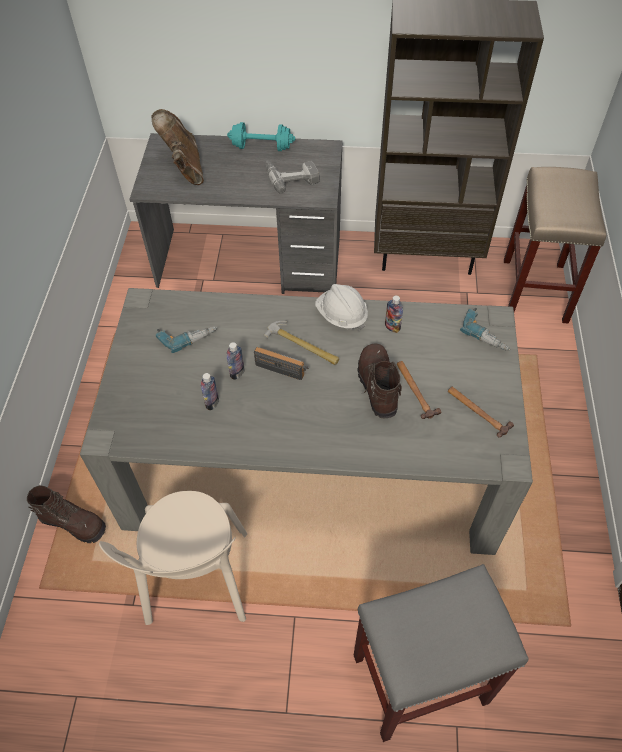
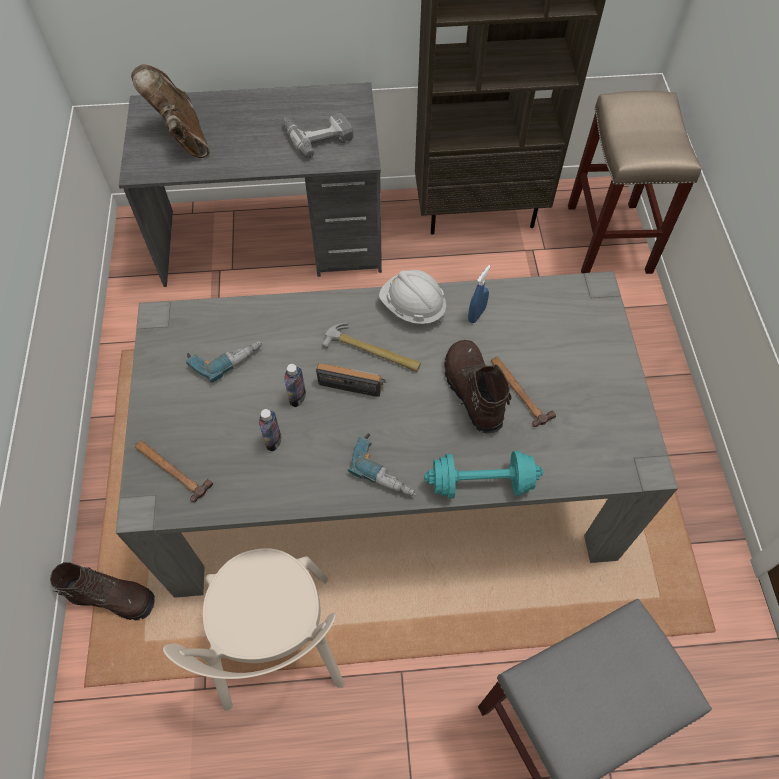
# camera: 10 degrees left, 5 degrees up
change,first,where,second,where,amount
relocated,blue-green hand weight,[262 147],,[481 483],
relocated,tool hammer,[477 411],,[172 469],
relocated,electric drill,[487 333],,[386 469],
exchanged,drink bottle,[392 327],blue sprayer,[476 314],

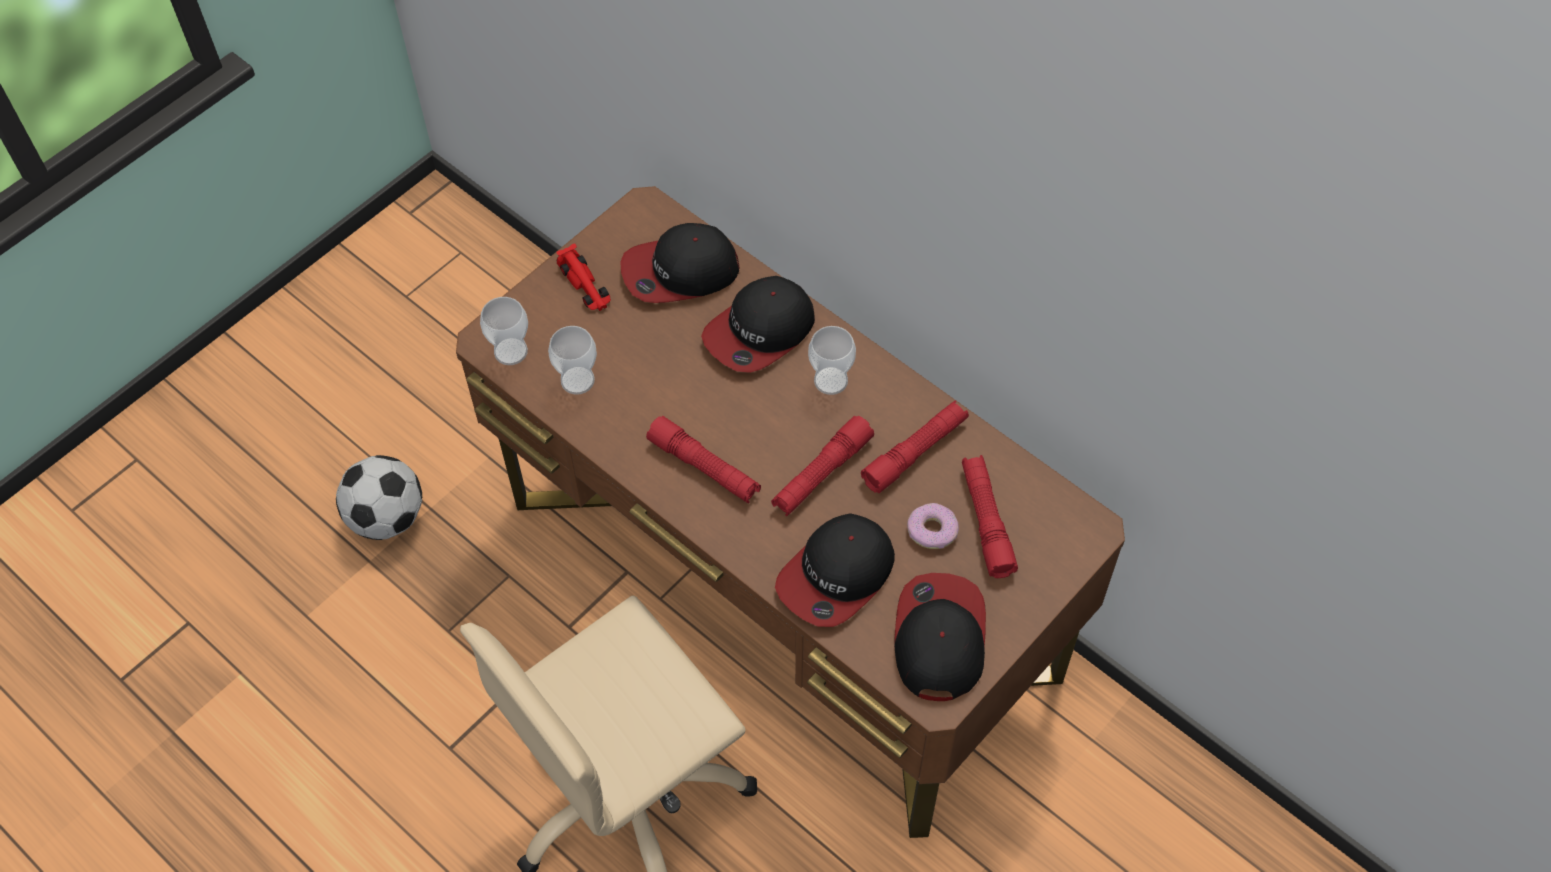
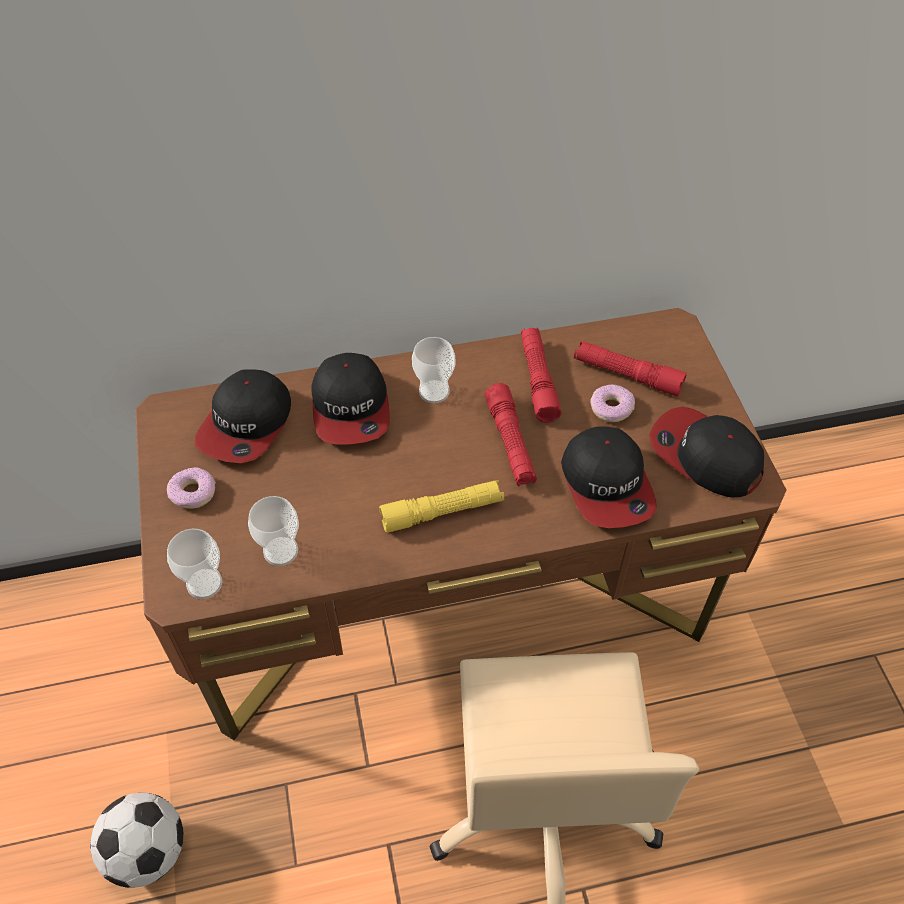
# camera: 55 degrees left, 5 degrees down
change,first,where,second,where,amount
exchanged,red-coloured toy car,[585 285],ring doughnut,[193 492],
colour,red-coloured hand torch,[704 467],yellow hand torch,[442 512],

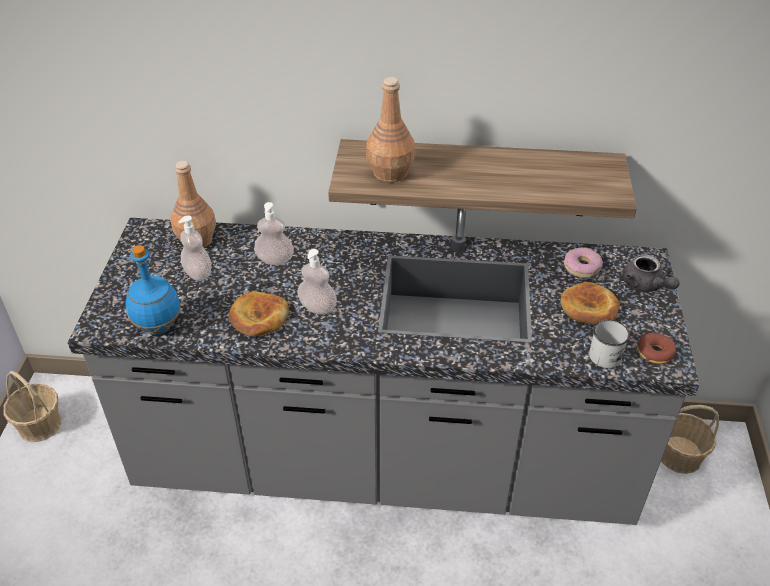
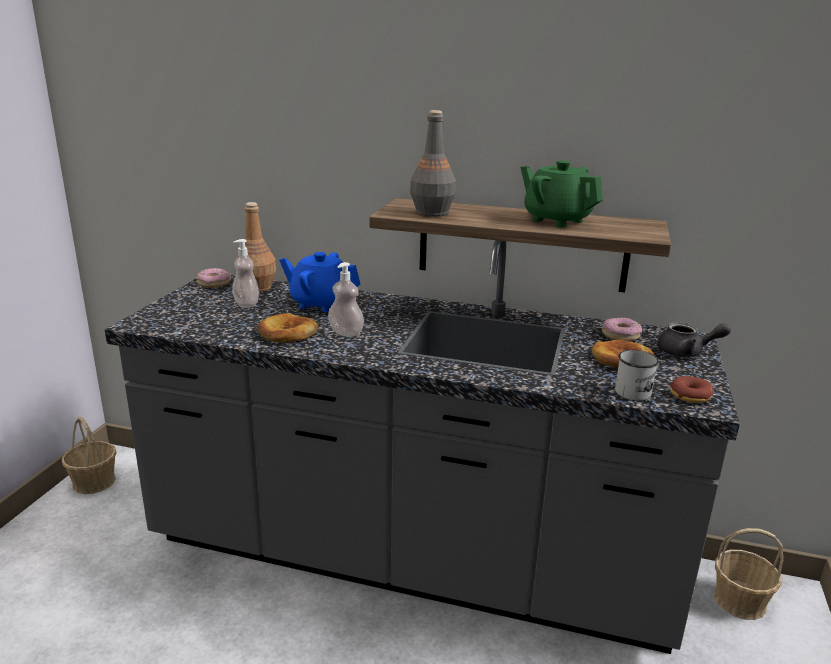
# camera: 10 degrees right, 20 degrees down
change,first,where,second,where,amount
missing,blue drink bottle,[158 327],,,
appeared,,,ring doughnut,[214 283],
appeared,,,green-coloured pot for tea,[556 220],
exchanged,soap bottle,[275 260],blue pot for tea,[320 303],
colour,brown-coloured drink bottle,[389 173],grey drink bottle,[431 212],
spun,grey pot for tea,[645 286],,[686 352],60 degrees counterclockwise

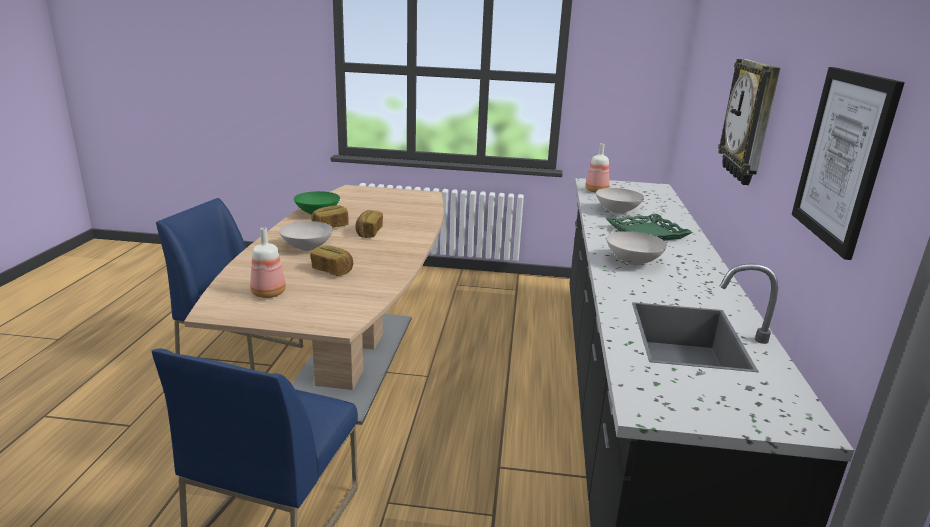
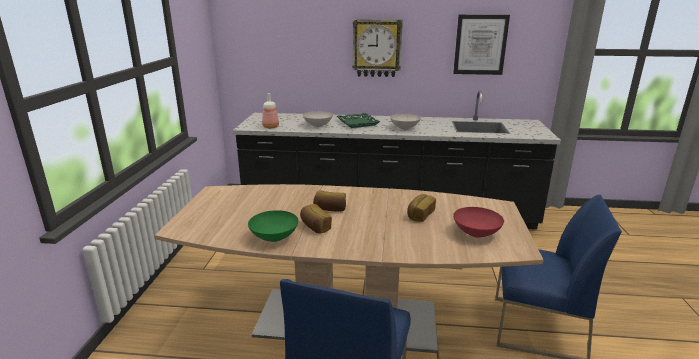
# camera: 90 degrees left, 0 degrees up
change,first,where,second,where,amount
missing,white bowl,[307 248],,,
exchanged,drink bottle,[267 294],red-coloured bowl,[477 234],

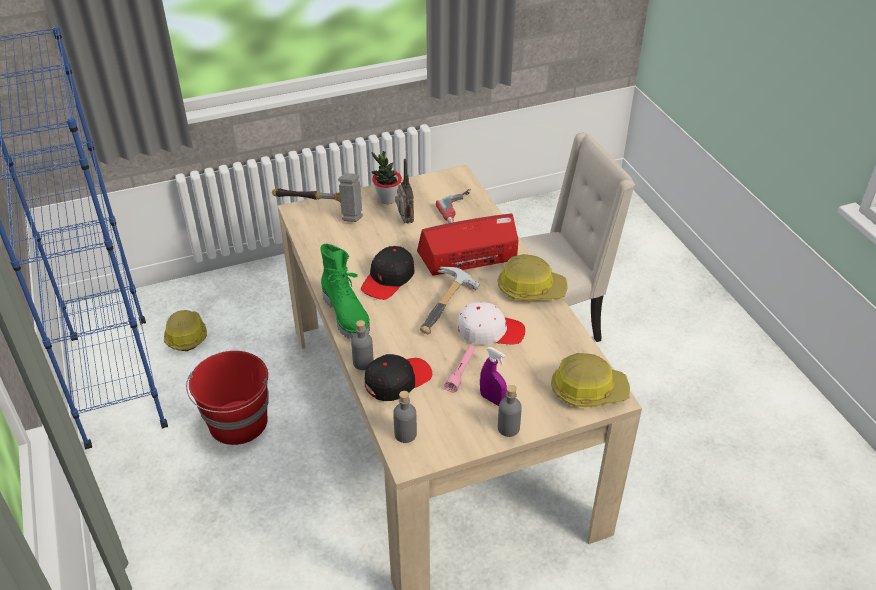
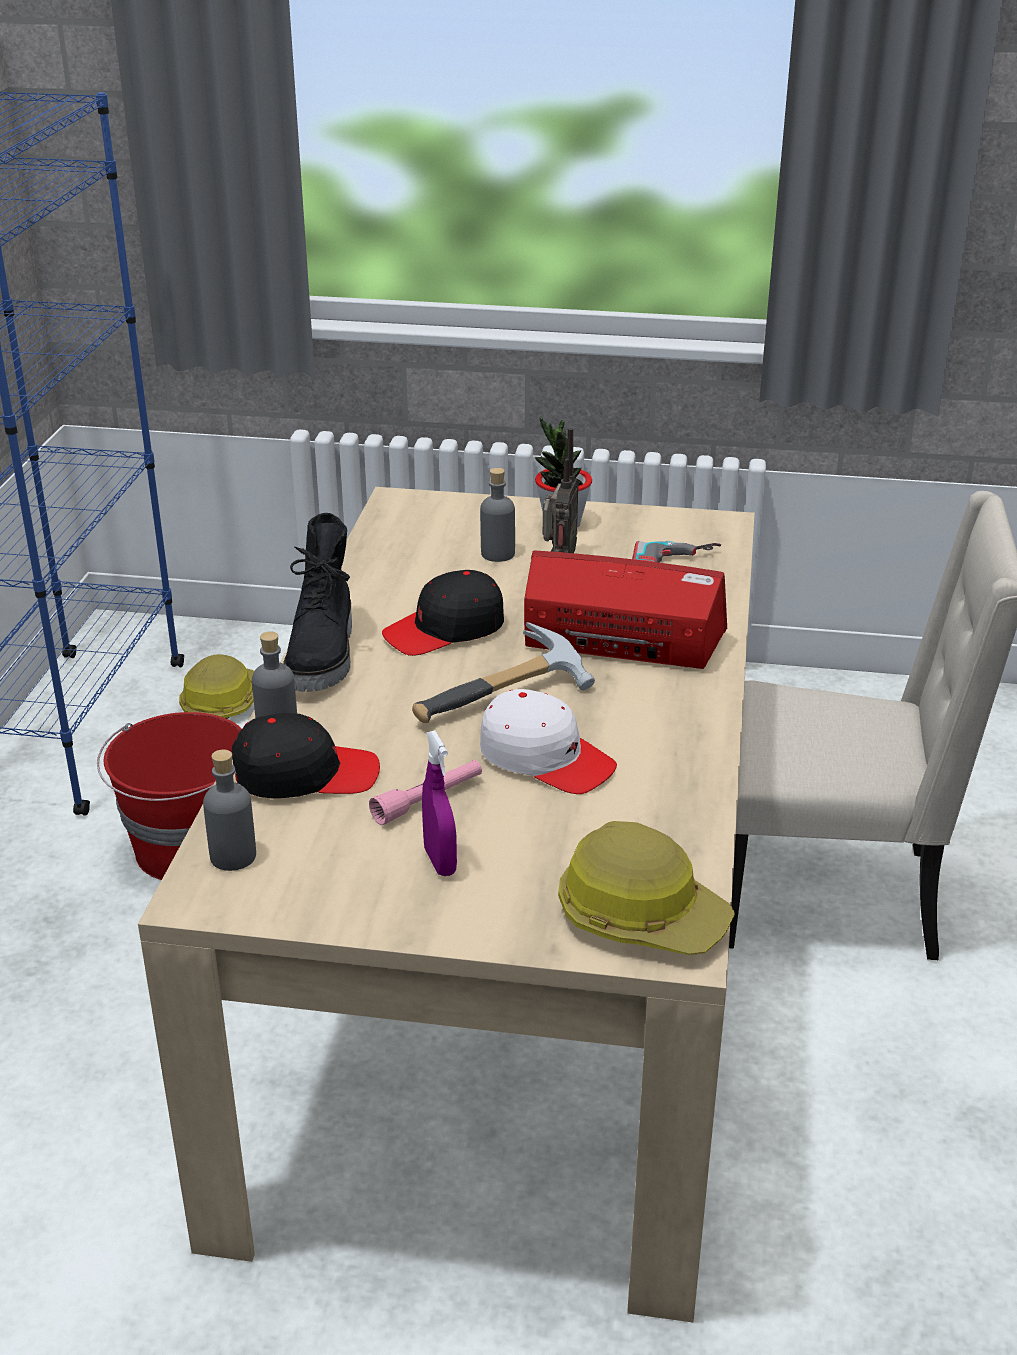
# camera: 30 degrees right, 10 degrees down
change,first,where,second,where,amount
missing,tool hammer,[321 211],,,
missing,work helmet,[531 288],,,
relocated,grey drink bottle,[508 428],,[497 554],
colour,green-coloured high-top boot,[347 315],black-coloured high-top boot,[324 657],

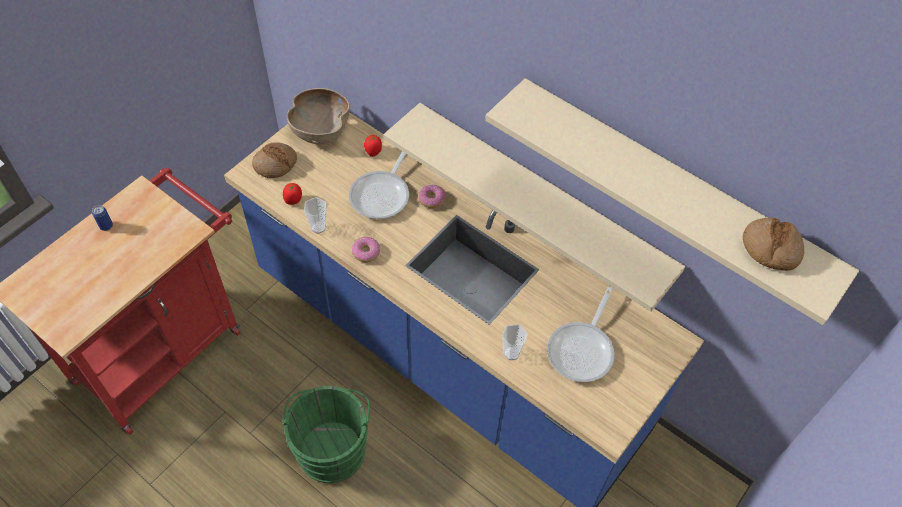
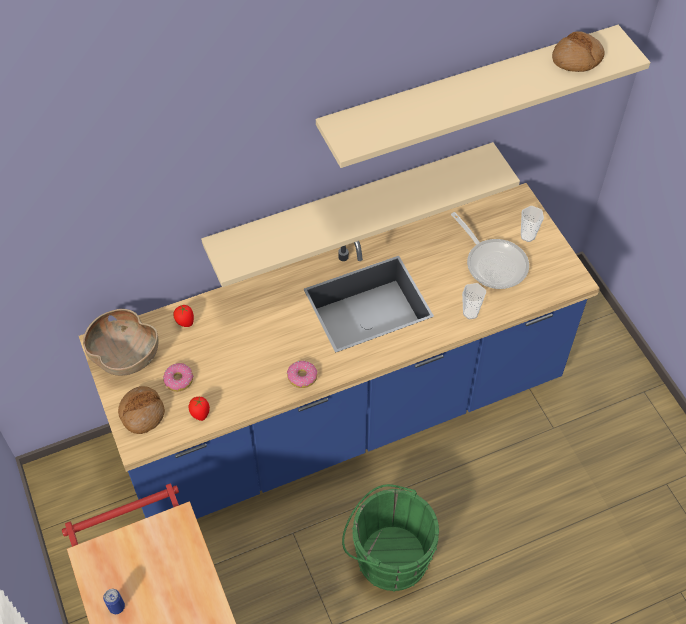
# camera: 60 degrees left, 0 degrees up
change,first,where,second,where,amount
missing,skillet,[383 194],,,
relocated,small cup,[318 227],,[527 236],
relocated,ring doughnut,[432 199],,[178 380],

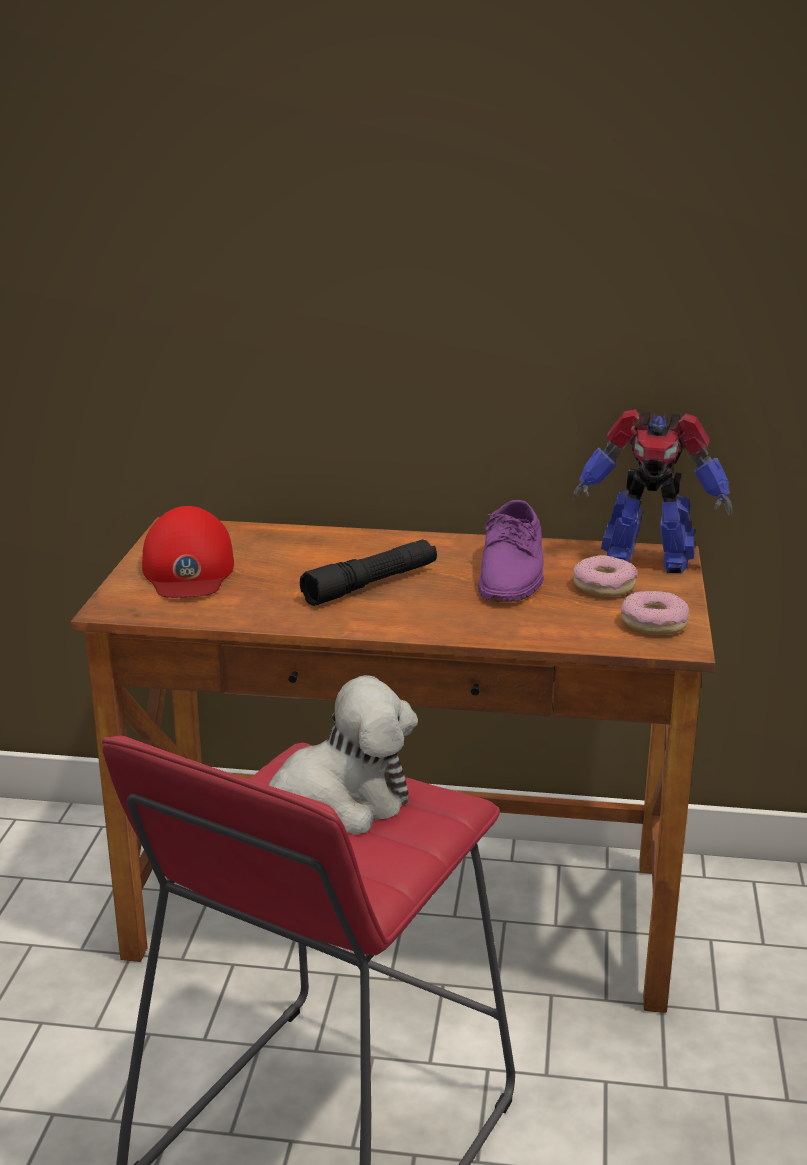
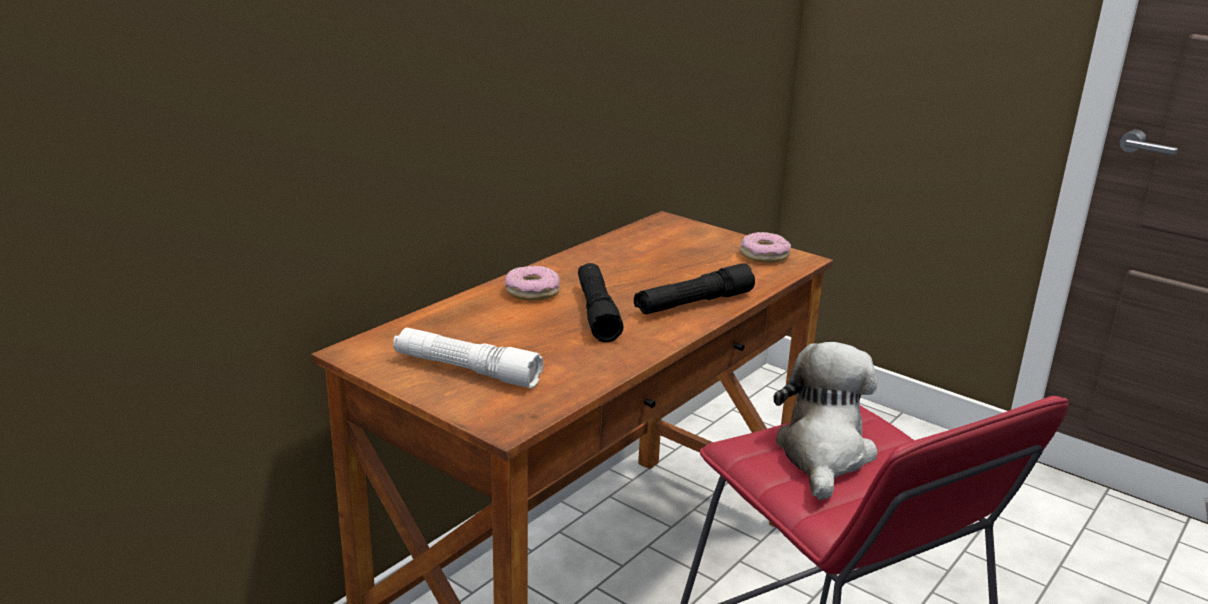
# camera: 60 degrees left, 0 degrees up
change,first,where,second,where,amount
missing,purple-coloured low shoe,[512 572],,,
missing,toy robot,[646 559],,,
appeared,,,black-coloured hand torch,[693 303],
relocated,ring doughnut,[604 586],,[532 291],
exchanged,red-coloured peaked cap,[188 570],white hand torch,[466 370],

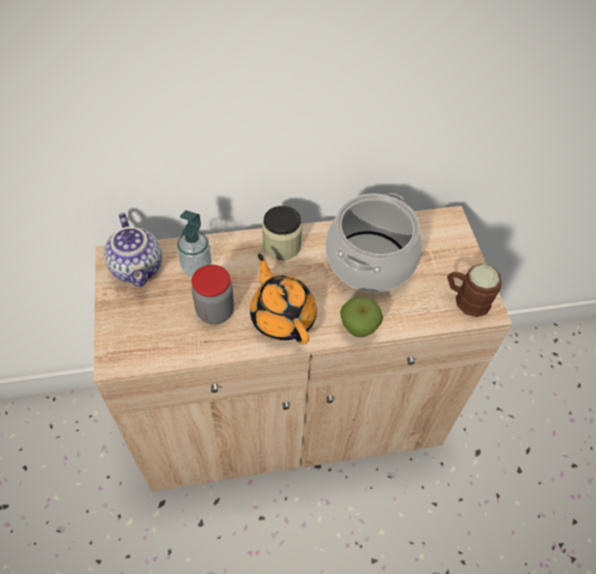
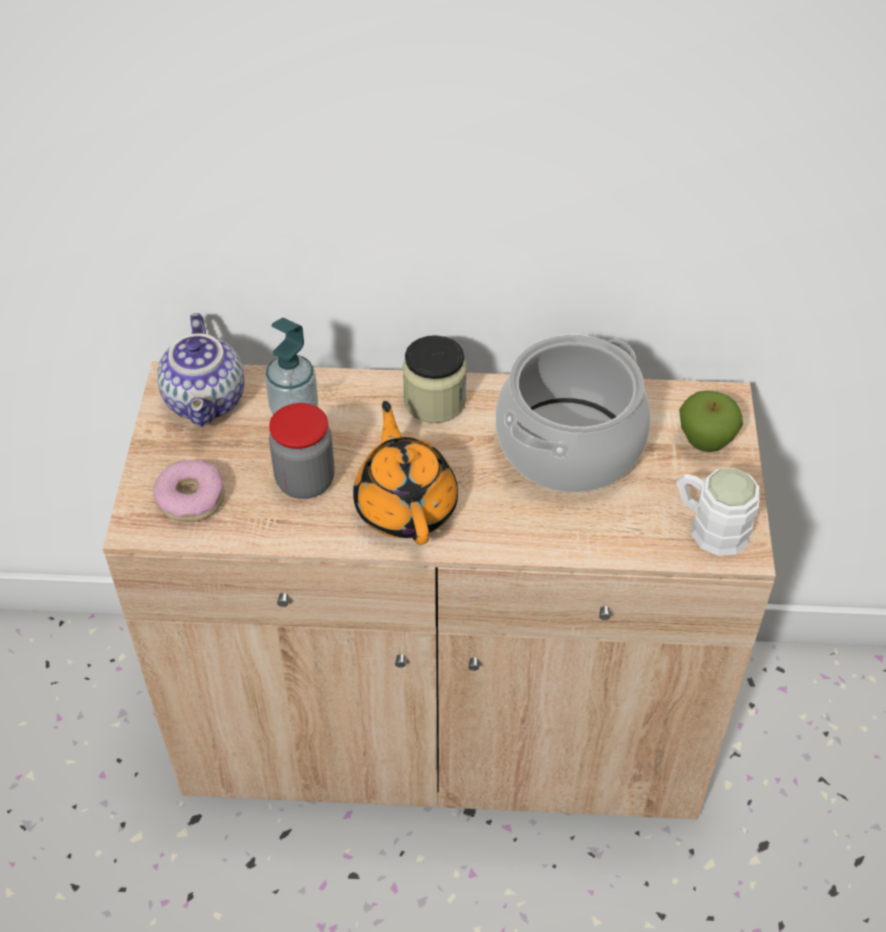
# camera: 15 degrees right, 5 degrees down
change,first,where,second,where,amount
appeared,,,ring doughnut,[191 498],
relocated,apple,[358 328],,[705 441],
colour,brown-coloured coffee mug,[466 299],white coffee mug,[709 527],

